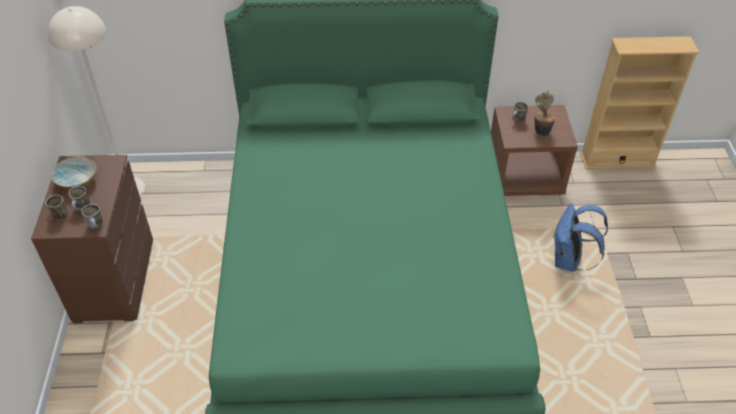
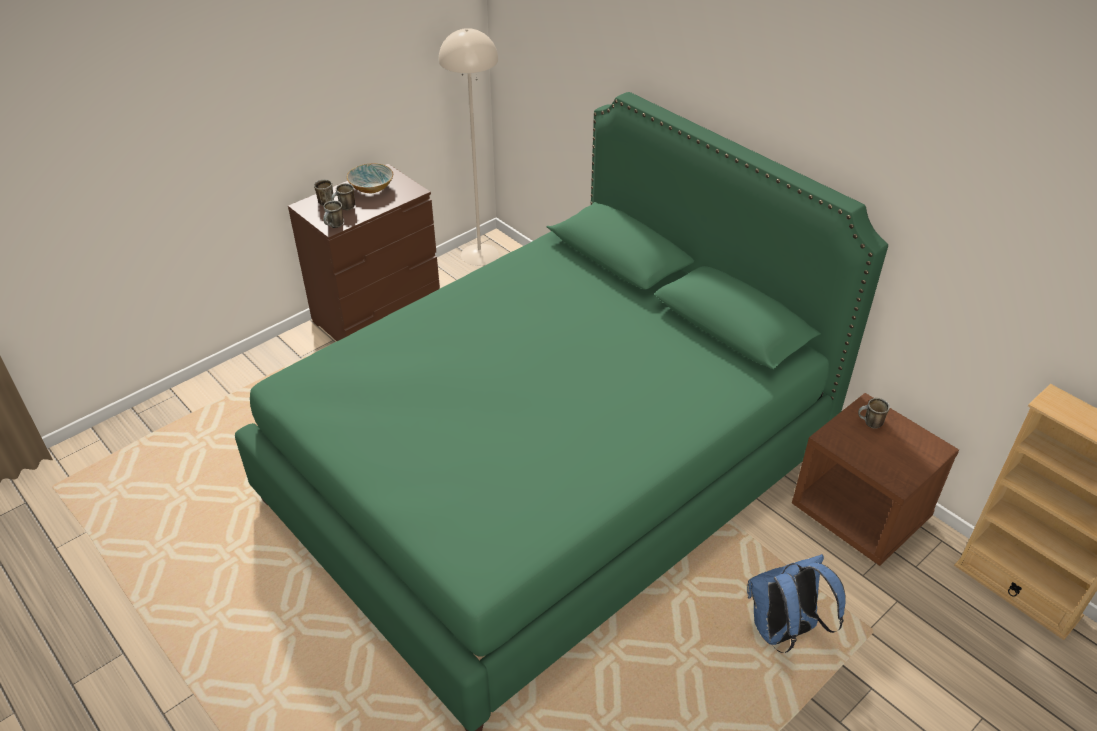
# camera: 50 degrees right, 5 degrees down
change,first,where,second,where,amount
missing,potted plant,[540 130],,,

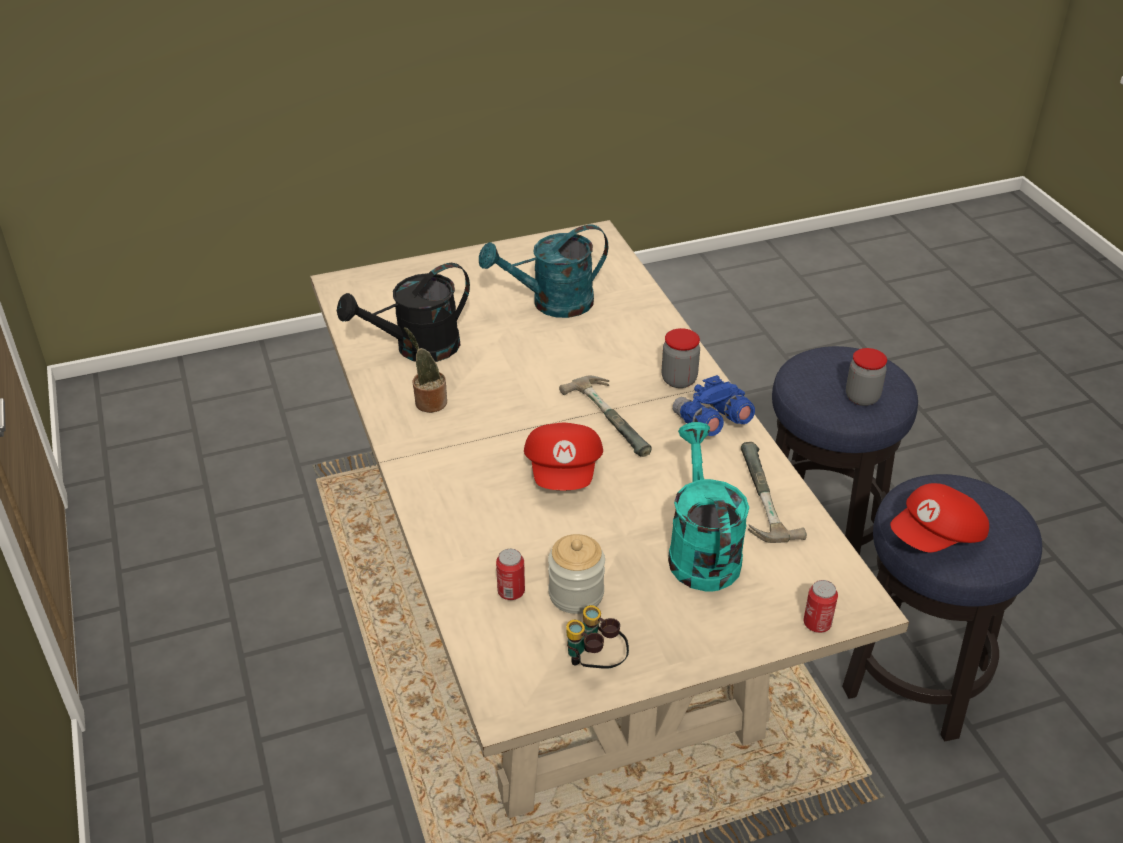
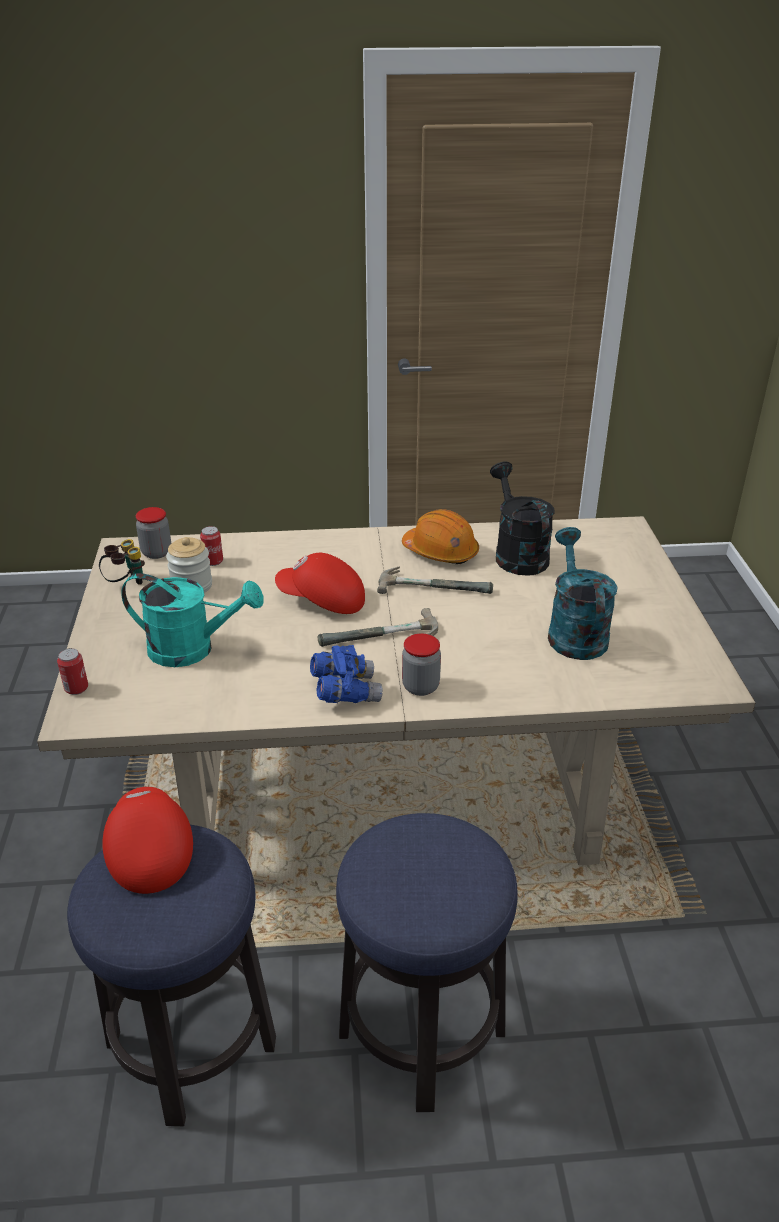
# camera: 105 degrees right, 5 degrees down
change,first,where,second,where,amount
relocated,tool hammer,[756 496],,[434 584],
relocated,jar,[862 397],,[156 552],
exchanged,potted plant,[428 402],orangey work helmet,[441 552],

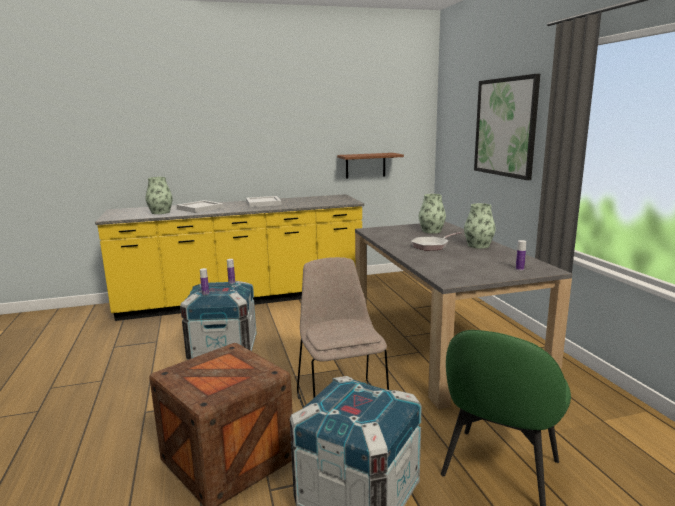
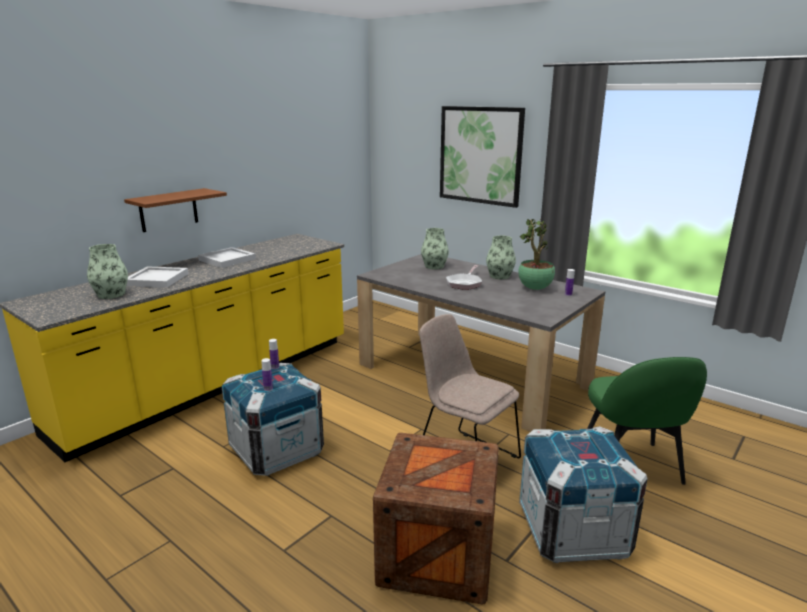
# camera: 35 degrees left, 5 degrees up
change,first,where,second,where,amount
appeared,,,potted plant,[534 289],
relocated,brown-coloured shelf,[365 165],,[168 210],

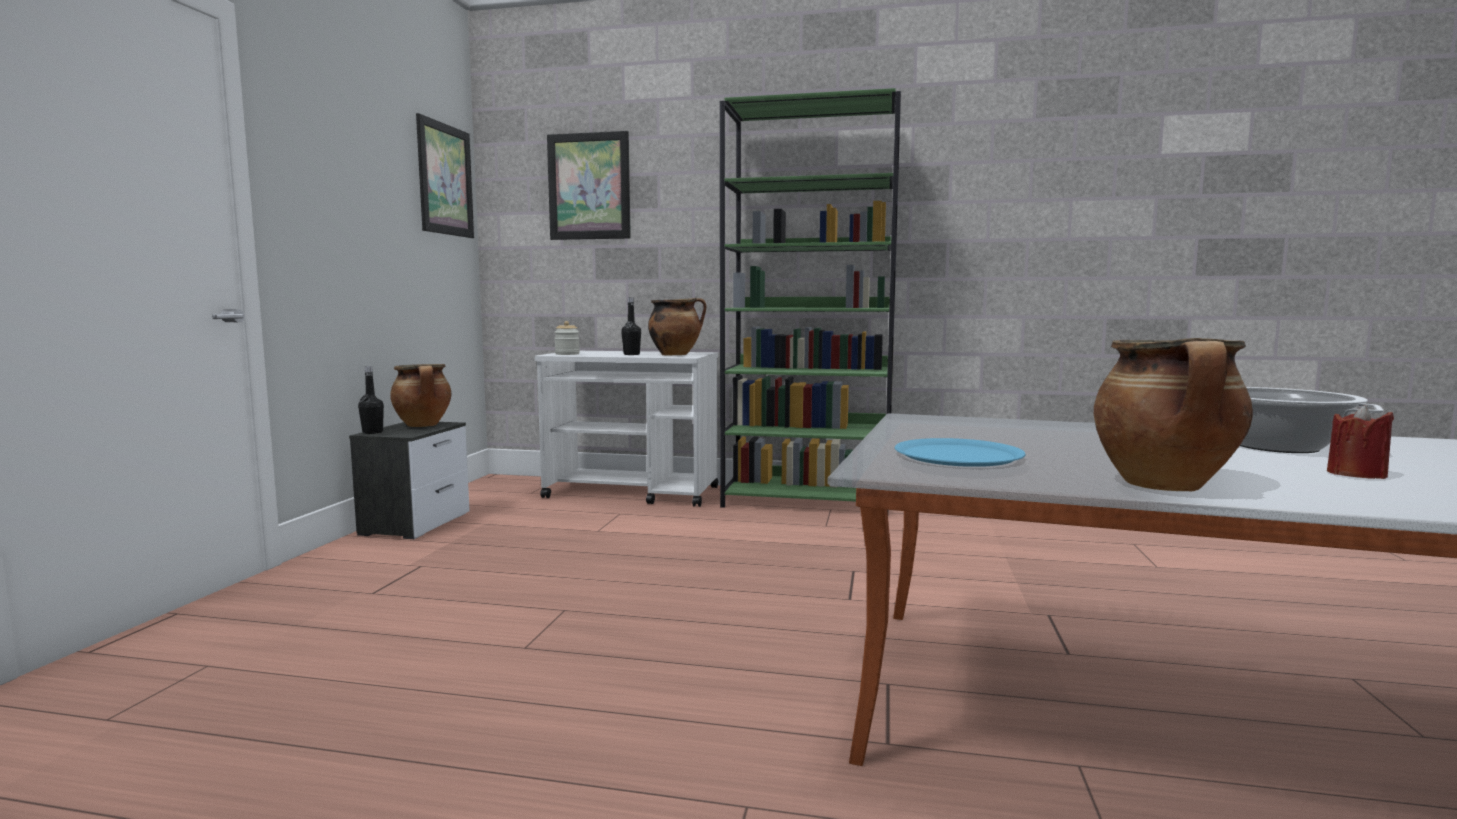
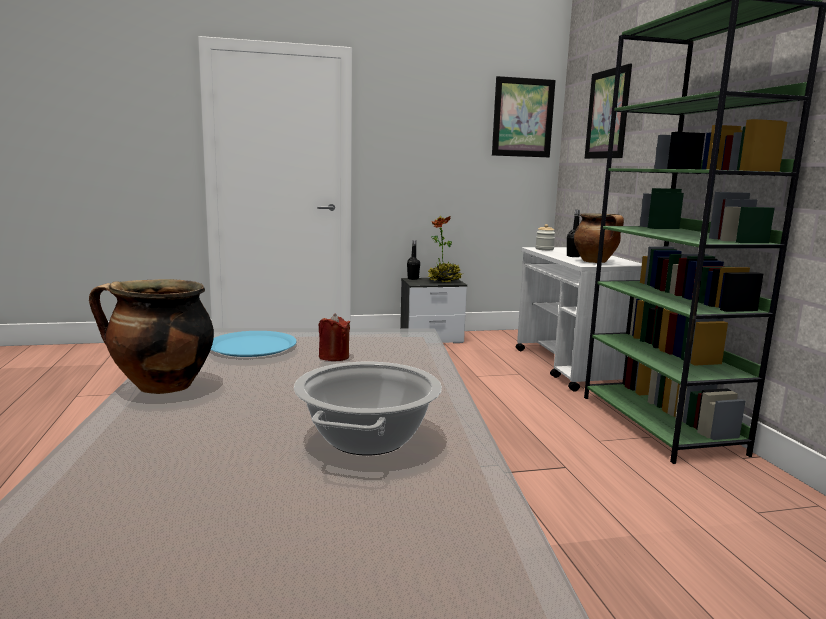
# camera: 65 degrees right, 5 degrees up
change,first,where,second,where,amount
relocated,red-coloured wax candle,[1356 474],,[334 357],
exchanged,stockpot,[423 425],potted plant,[444 281],

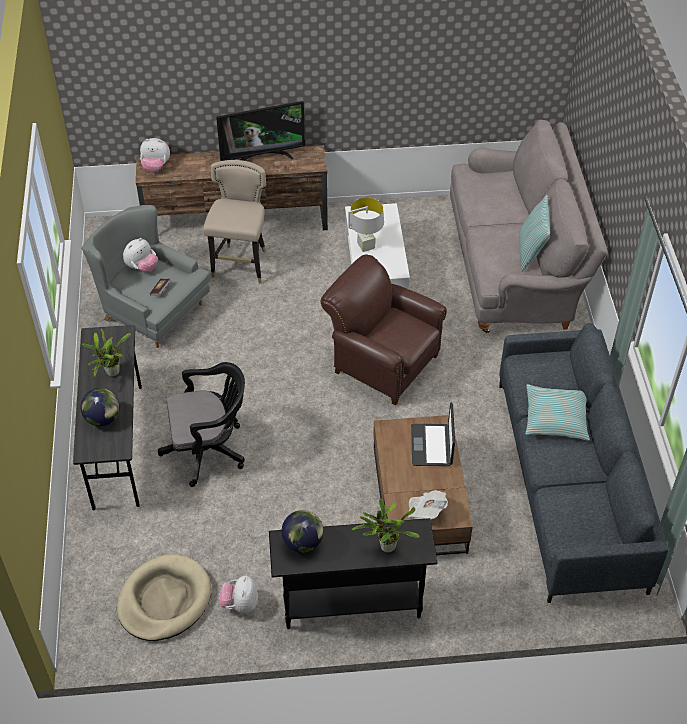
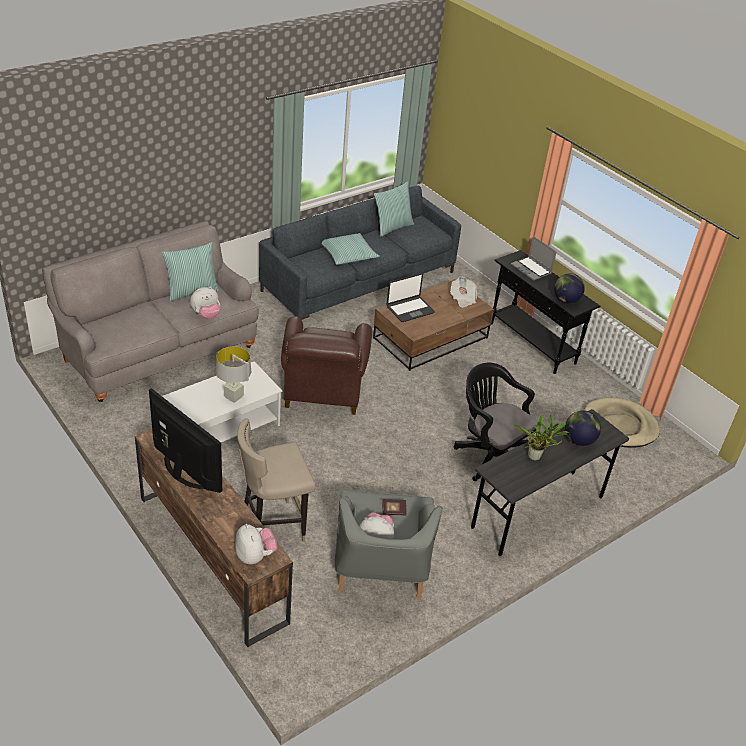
# camera: 125 degrees left, 10 degrees down
change,first,where,second,where,amount
appeared,,,cushion,[392 227],
relocated,plush toy,[240 604],,[206 315],
exchanged,potted plant,[385 546],portable computer,[532 269],

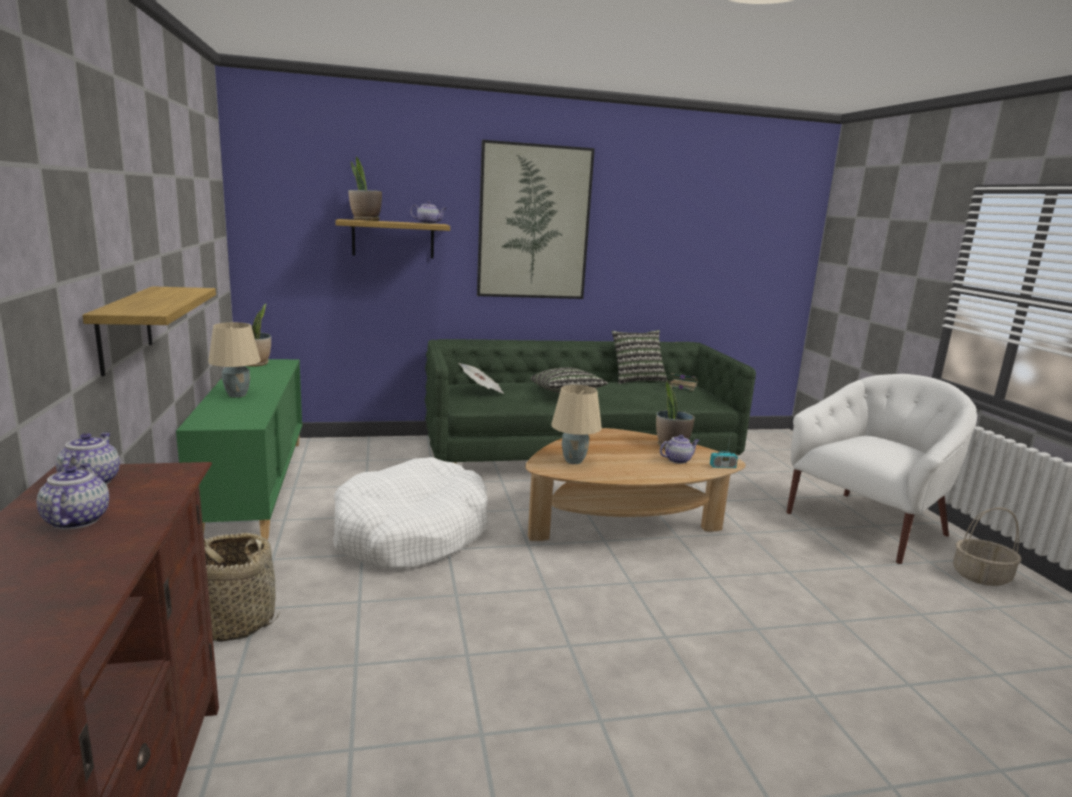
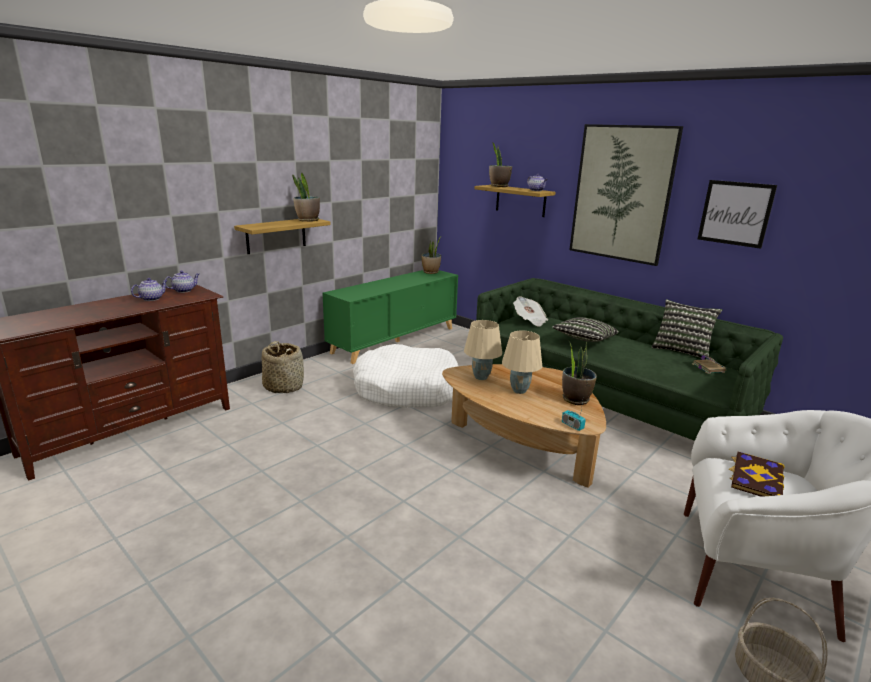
# camera: 55 degrees right, 5 degrees up
change,first,where,second,where,amount
missing,pot for tea,[678 460],,,
appeared,,,potted plant,[307 220],
appeared,,,wall picture,[735 213],
appeared,,,bound book,[756 477],
relocated,beige-coloured tabletop lamp,[237 395],,[519 390],

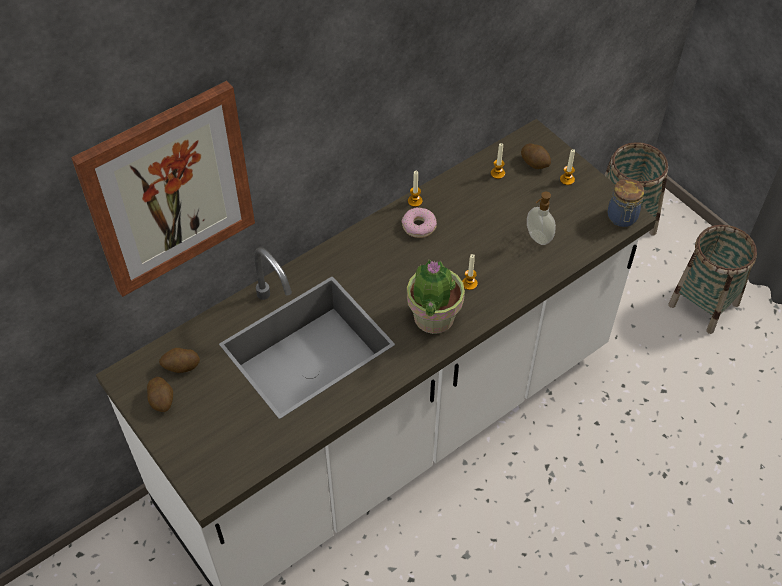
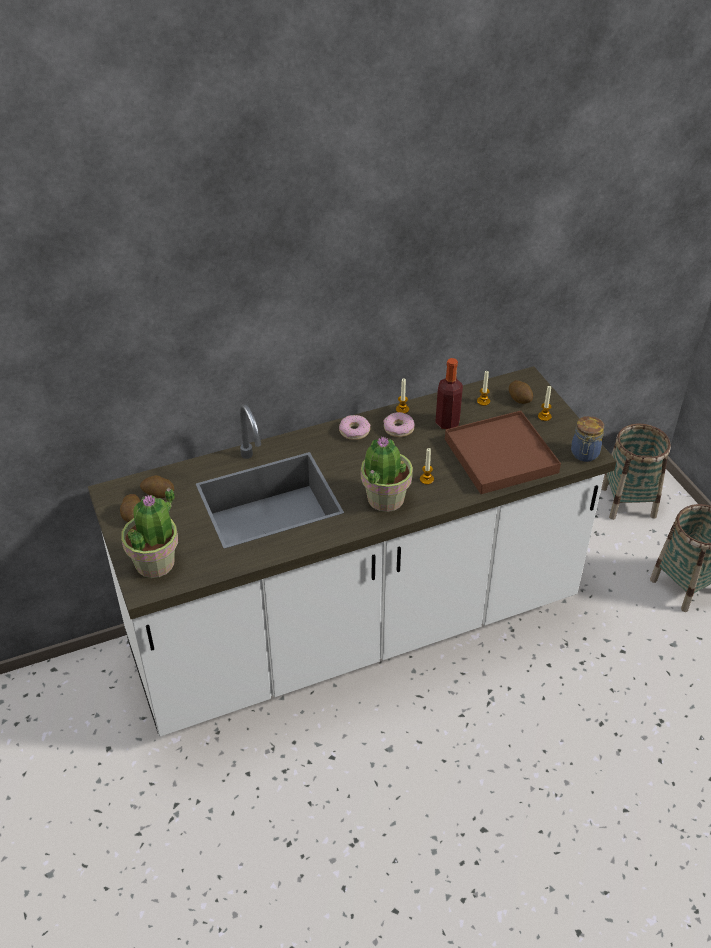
# camera: 15 degrees right, 10 degrees down
change,first,where,second,where,amount
missing,wall picture,[169 190],,,
appeared,,,potted plant,[156 562],
appeared,,,ring doughnut,[354 431],
appeared,,,drink bottle,[447 422],
exchanged,soap bottle,[537 238],brown-coloured serving tray,[501 456],

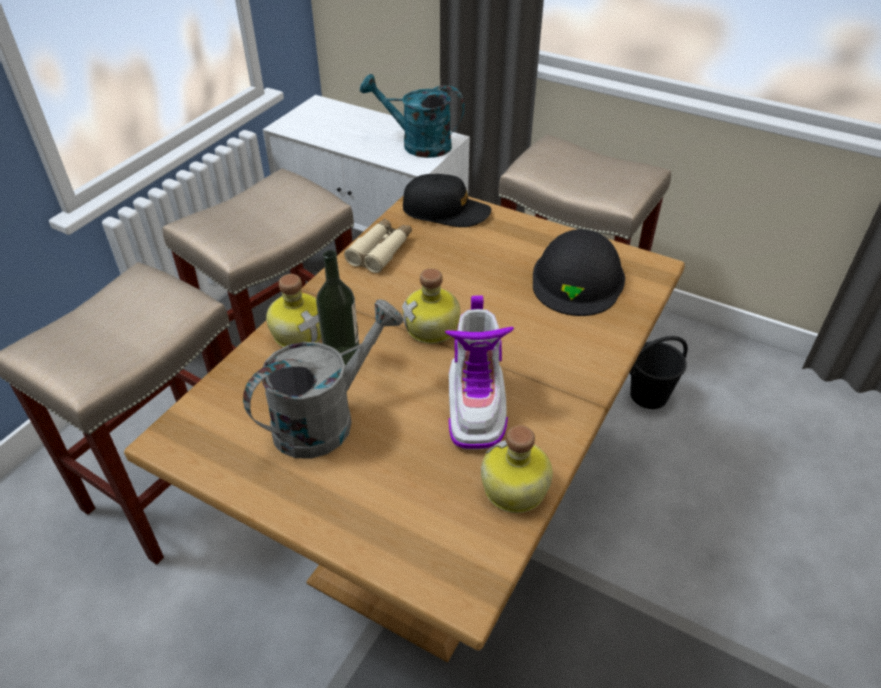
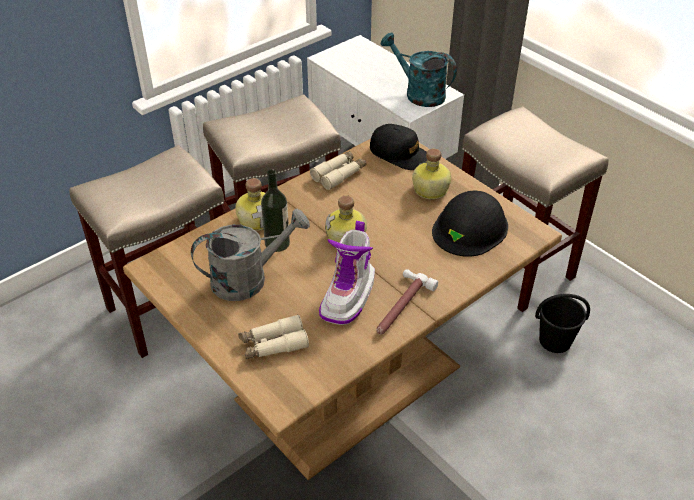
# camera: 20 degrees right, 0 degrees up
change,first,where,second,where,amount
appeared,,,beige-coloured field glasses,[273 344],
appeared,,,tool hammer,[400 307],
relocated,drink bottle,[514 490],,[429 190],

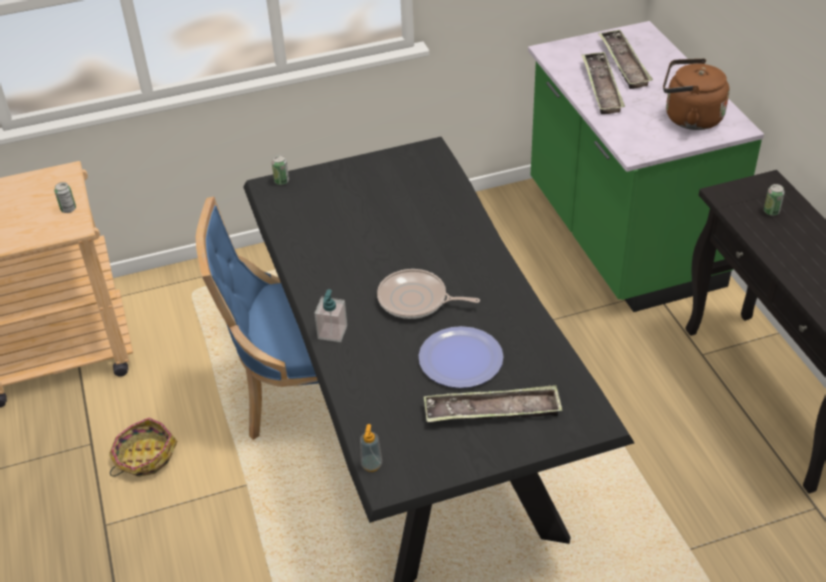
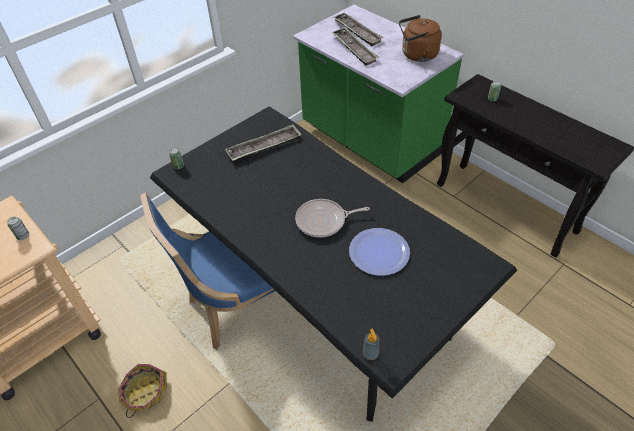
# camera: 25 degrees left, 5 degrees up
change,first,where,second,where,amount
missing,soap bottle,[332 332],,,
relocated,serving tray,[492 411],,[264 147],

